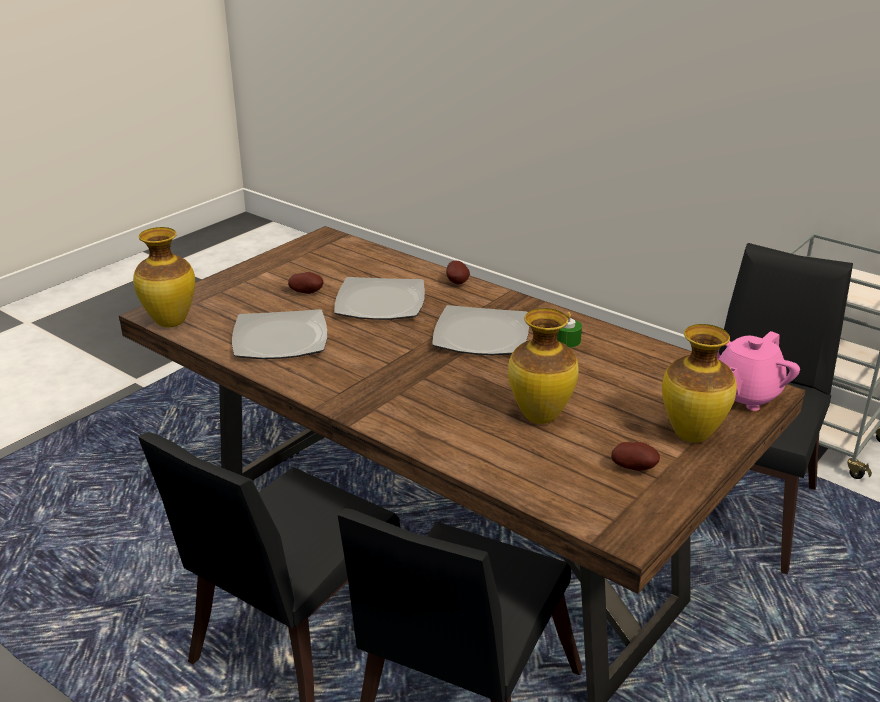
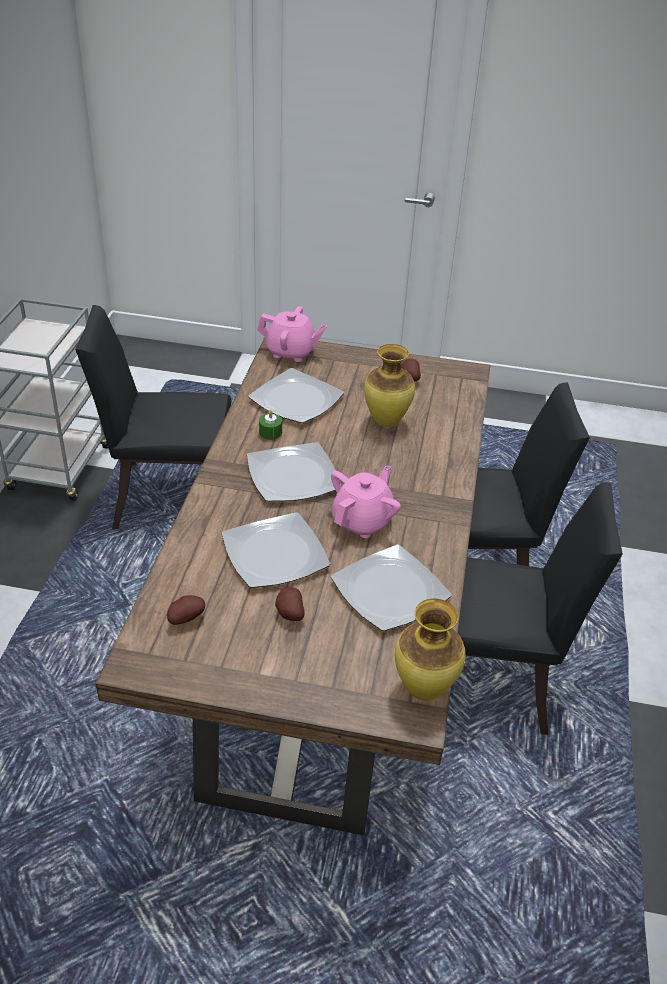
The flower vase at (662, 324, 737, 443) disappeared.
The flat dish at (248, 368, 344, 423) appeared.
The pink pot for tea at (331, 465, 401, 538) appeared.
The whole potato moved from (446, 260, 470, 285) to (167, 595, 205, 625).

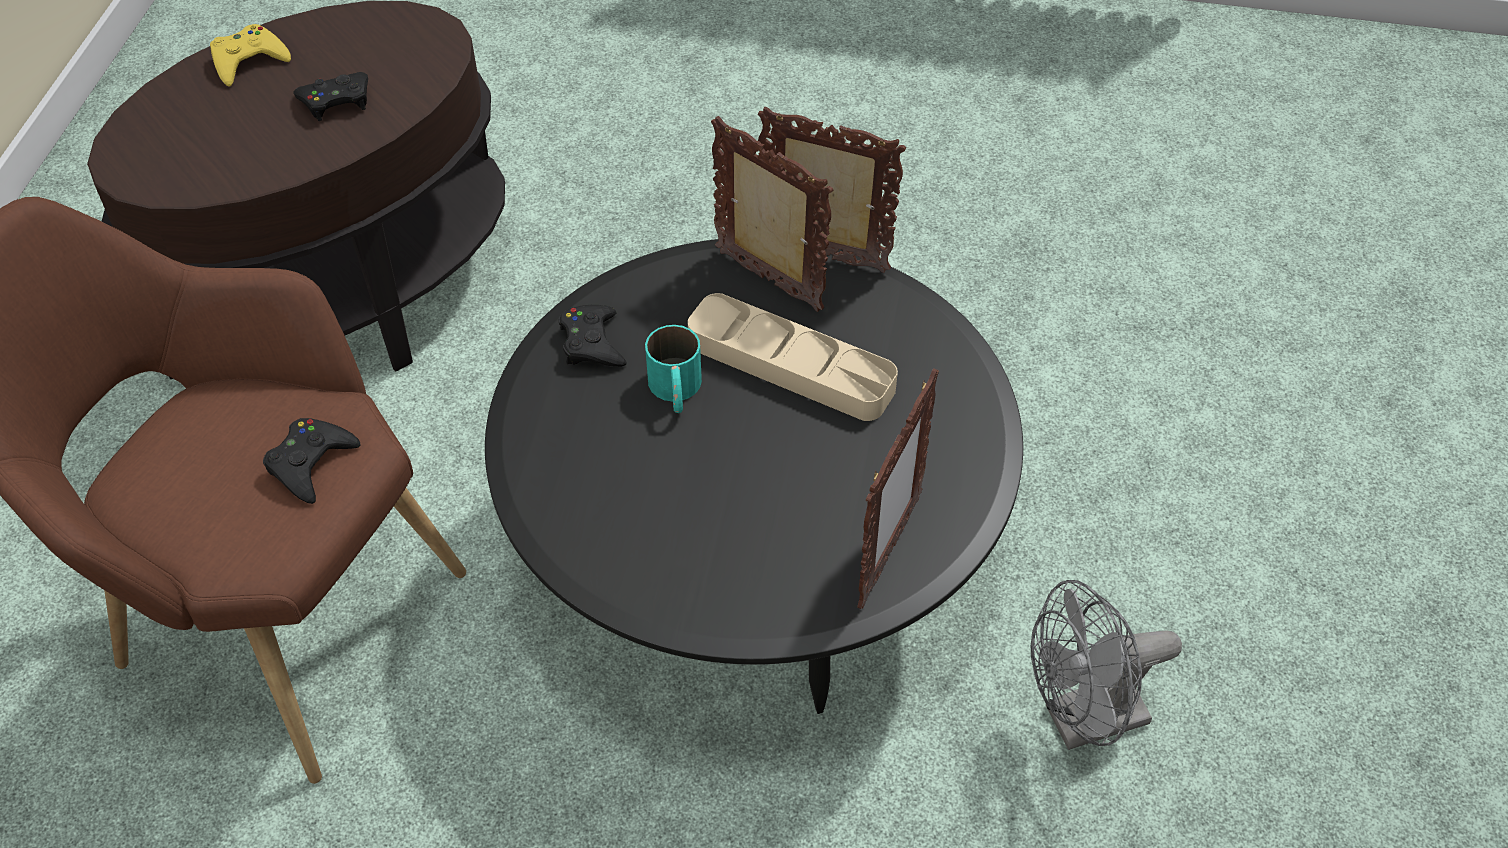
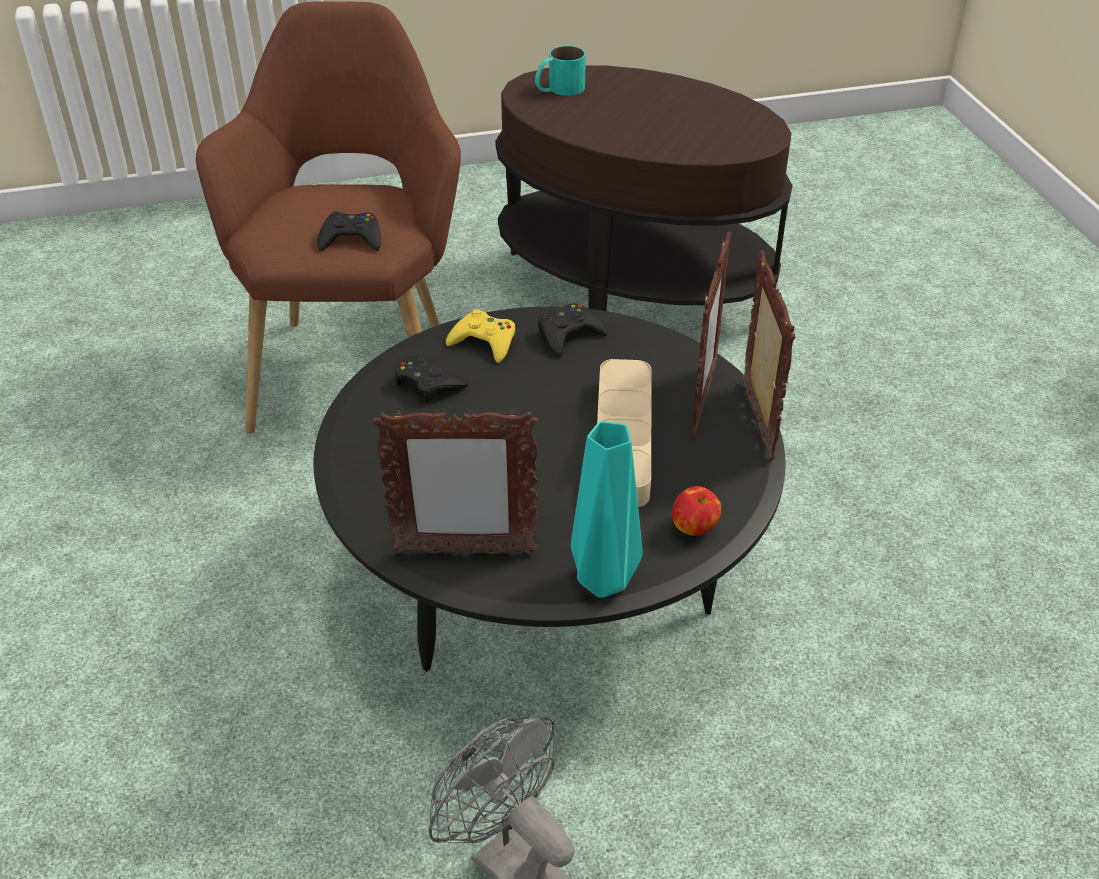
The turquoise-coloured flower vase at (571, 421, 643, 598) appeared.
The whole apple at (672, 486, 721, 536) appeared.
The yellow joypad moved from (210, 24, 291, 86) to (446, 309, 515, 363).
The blackish joypad moved from (293, 72, 368, 121) to (395, 355, 469, 403).
The turquoise-coloured tea mug moved from (645, 325, 702, 413) to (535, 46, 586, 96).

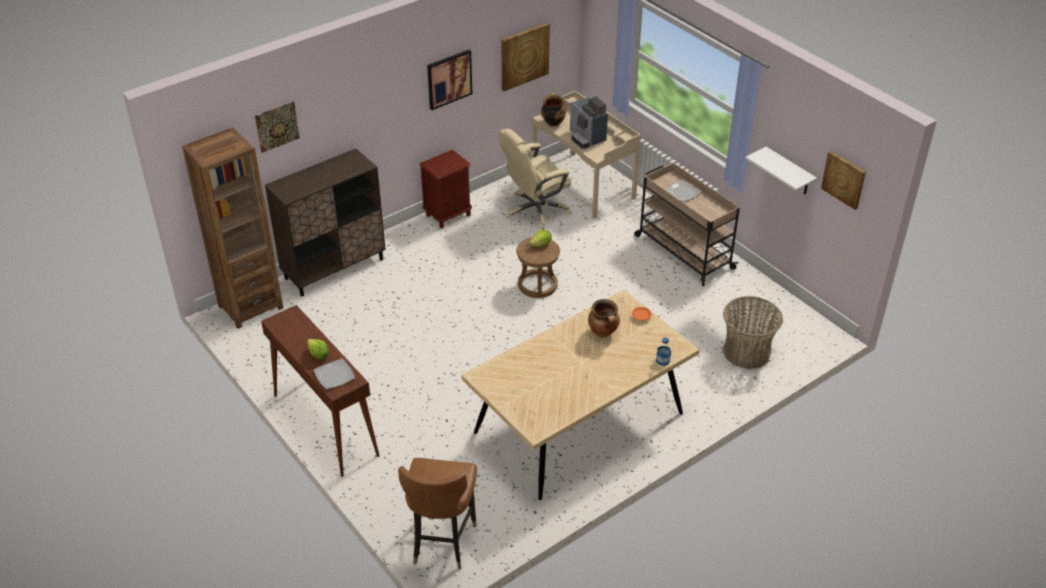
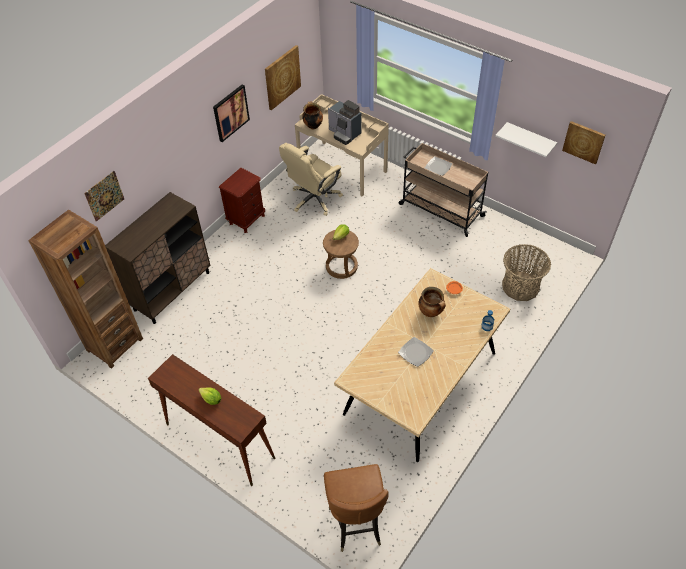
The flat dish moved from (314, 359, 355, 389) to (398, 337, 434, 367).

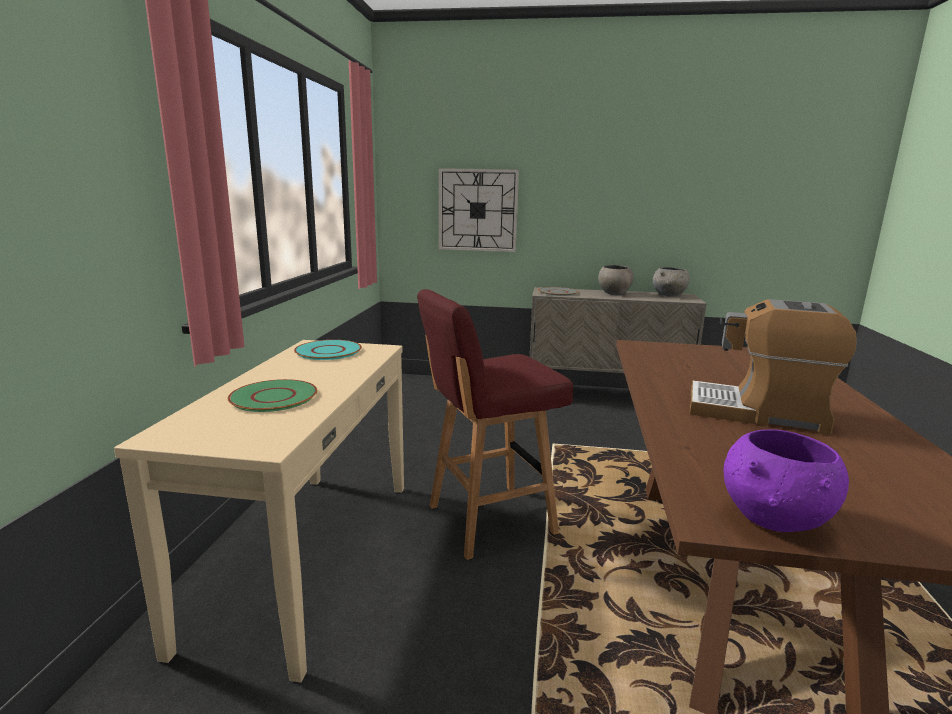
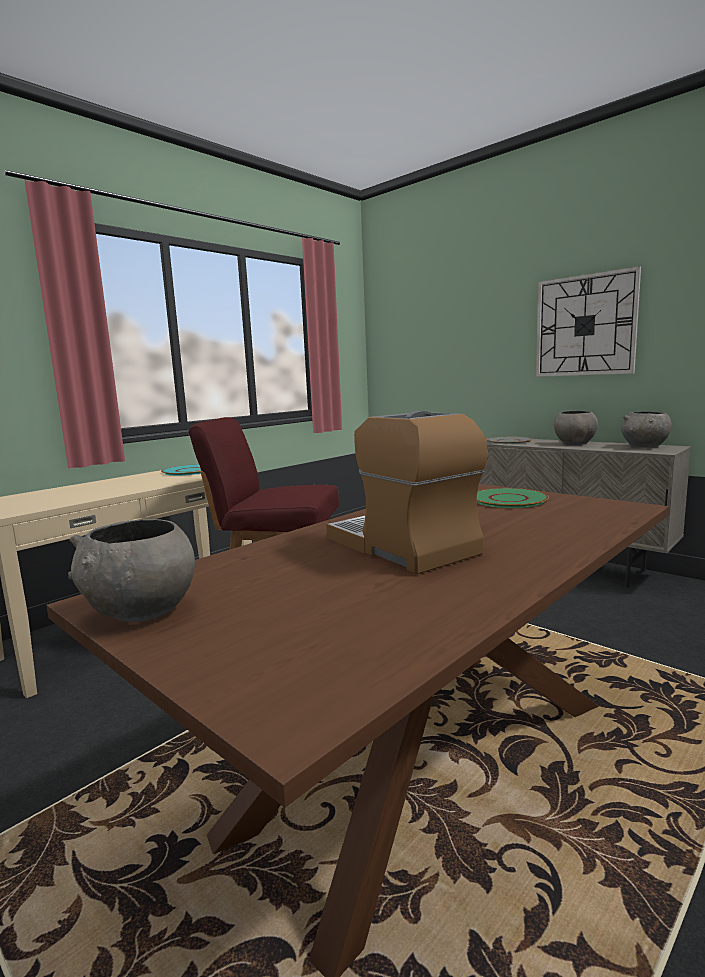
The green-coloured flat dish moved from (227, 379, 317, 412) to (477, 488, 549, 508).
The hanging clock moved from (439, 168, 519, 252) to (536, 266, 641, 377).
The purple-coloured serving bowl at (724, 429, 849, 532) became the greyish serving bowl at (68, 519, 195, 622).

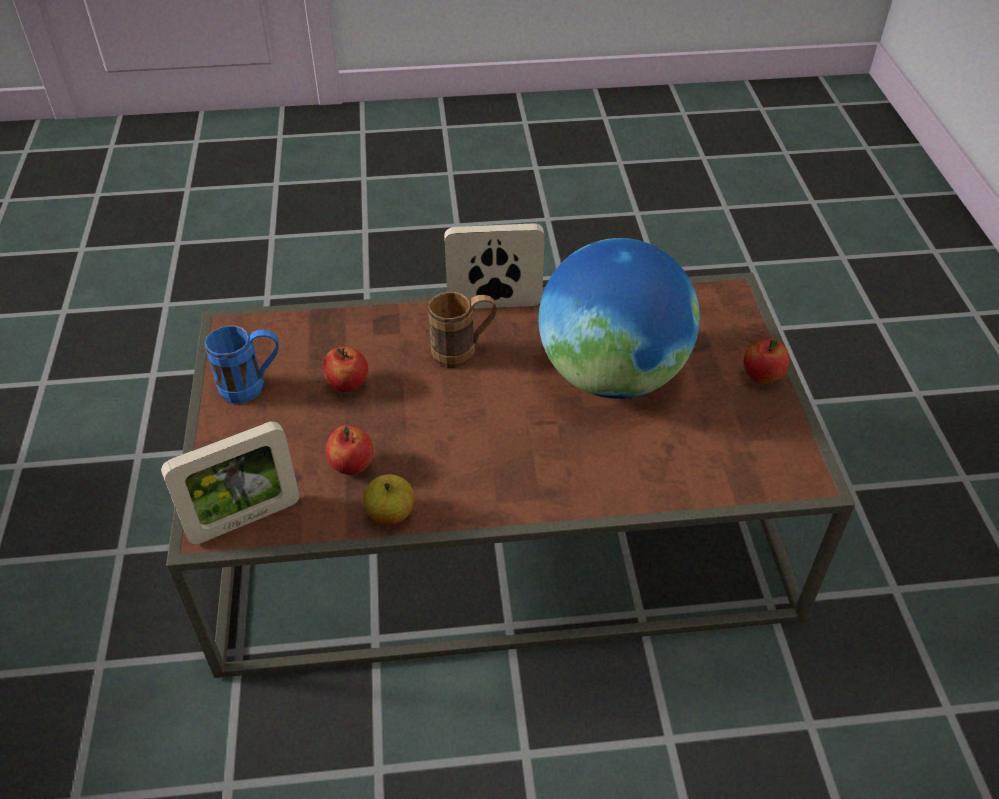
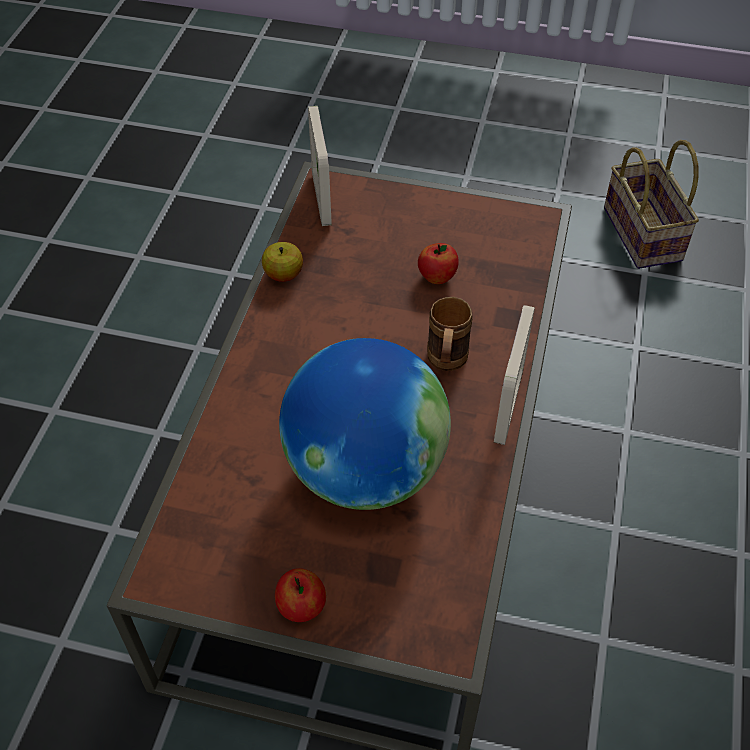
The blue-coloured tea mug at (204, 325, 279, 404) disappeared.
The whole apple at (326, 425, 374, 475) disappeared.
The household basket at (604, 140, 699, 269) appeared.

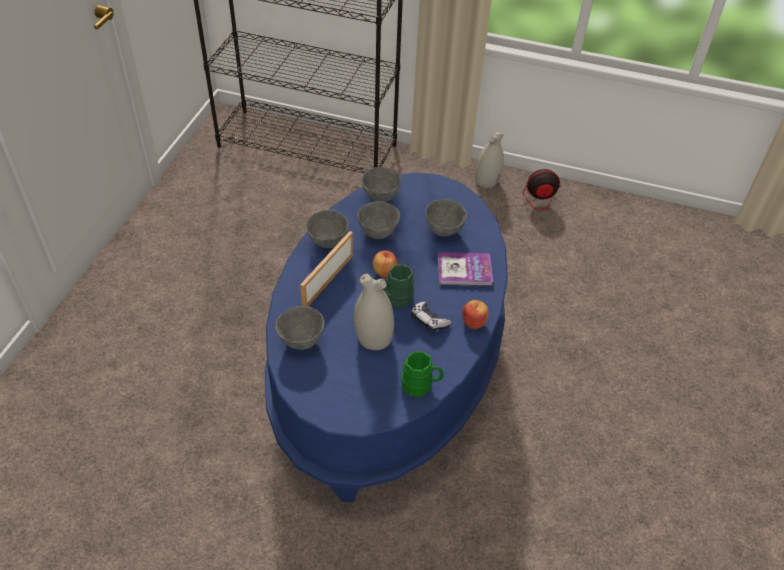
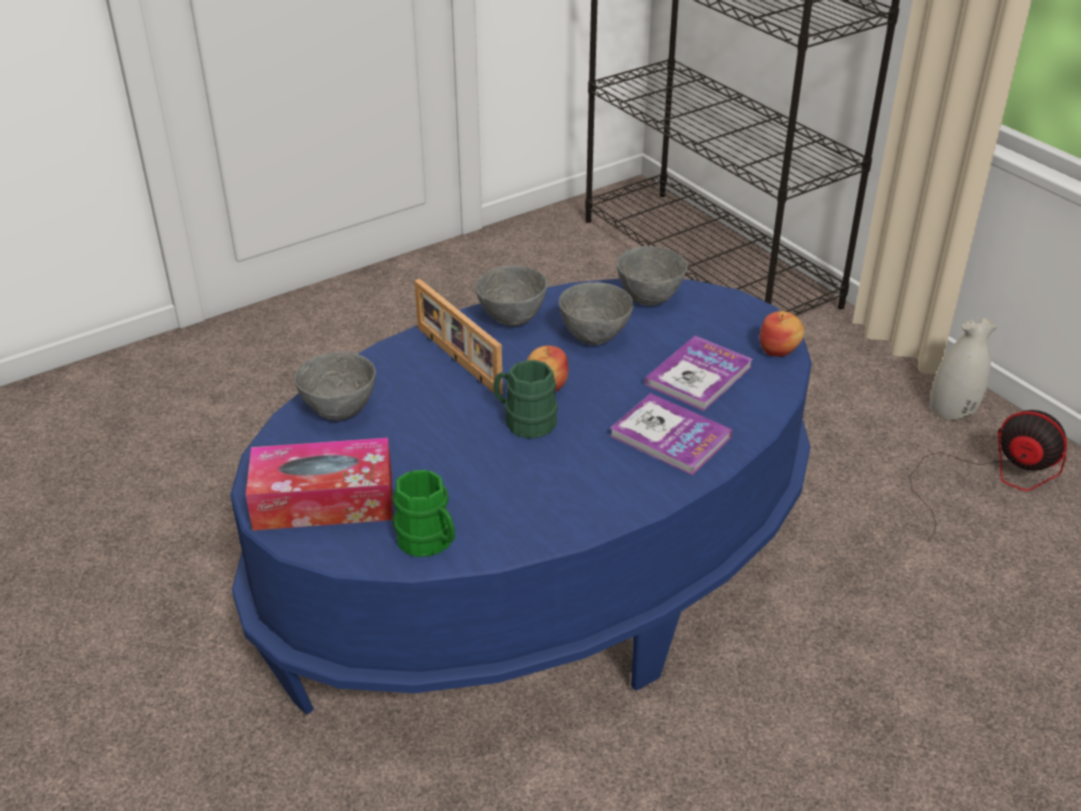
The white-coloured flower vase at (354, 274, 394, 350) disappeared.
The joypad at (411, 302, 451, 332) disappeared.
The tissue holder at (246, 438, 393, 531) appeared.
The whole apple moved from (462, 300, 489, 329) to (759, 311, 804, 357).
The greyish serving bowl at (425, 199, 467, 237) was replaced by the book at (645, 336, 752, 411).
The picture frame at (300, 231, 353, 307) turned 105 degrees counterclockwise.

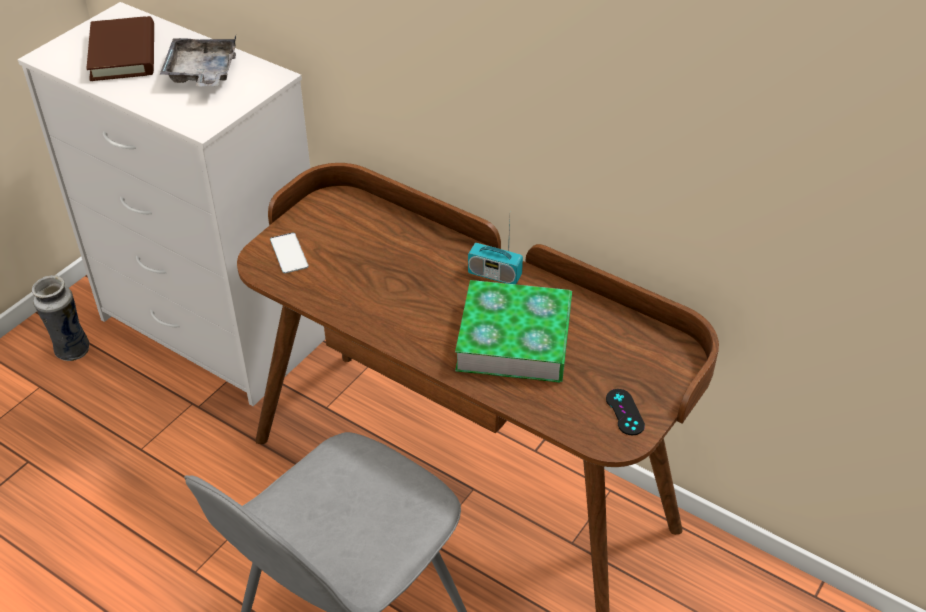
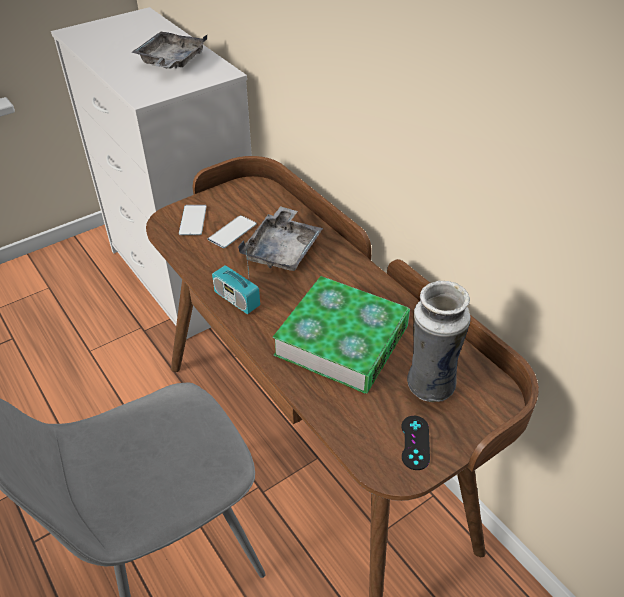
The brownish book at (86, 16, 154, 81) disappeared.
The handset at (208, 215, 256, 248) appeared.
The greyish serving tray at (238, 206, 323, 271) appeared.
The flower vase moved from (32, 275, 89, 361) to (407, 281, 471, 402).
The radio receiver moved from (468, 220, 523, 284) to (212, 247, 260, 314).

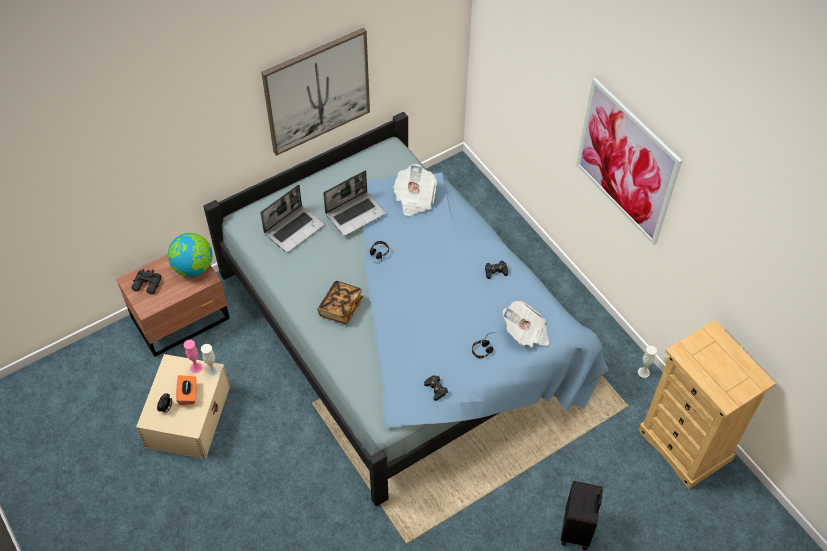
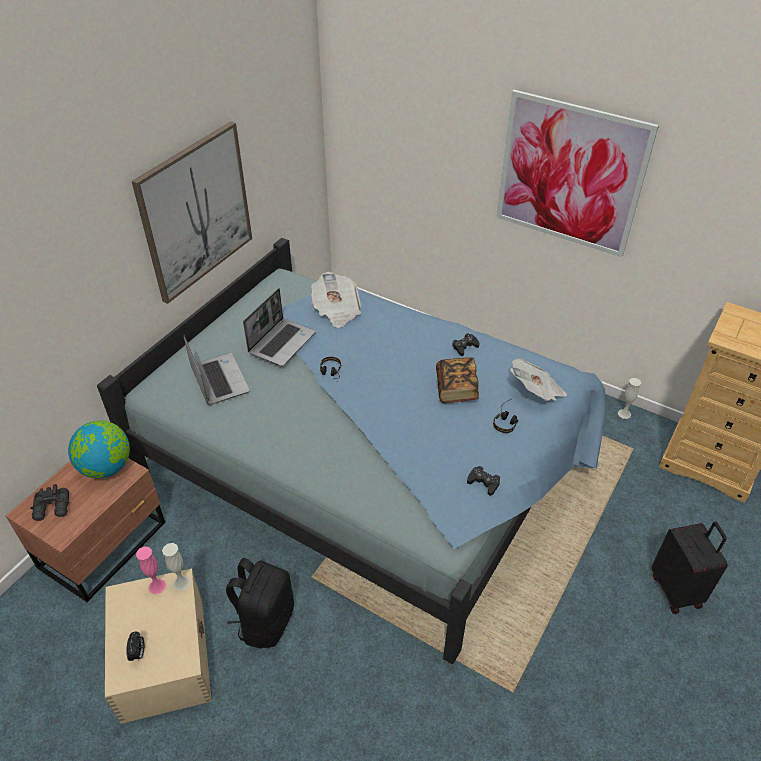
The orange-coloured tissue holder at (176, 375, 197, 405) disappeared.
The blackish knapsack at (226, 558, 294, 649) appeared.
The book moved from (318, 281, 363, 324) to (436, 357, 479, 403).
The notebook computer at (260, 184, 324, 253) turned 45 degrees counterclockwise.

